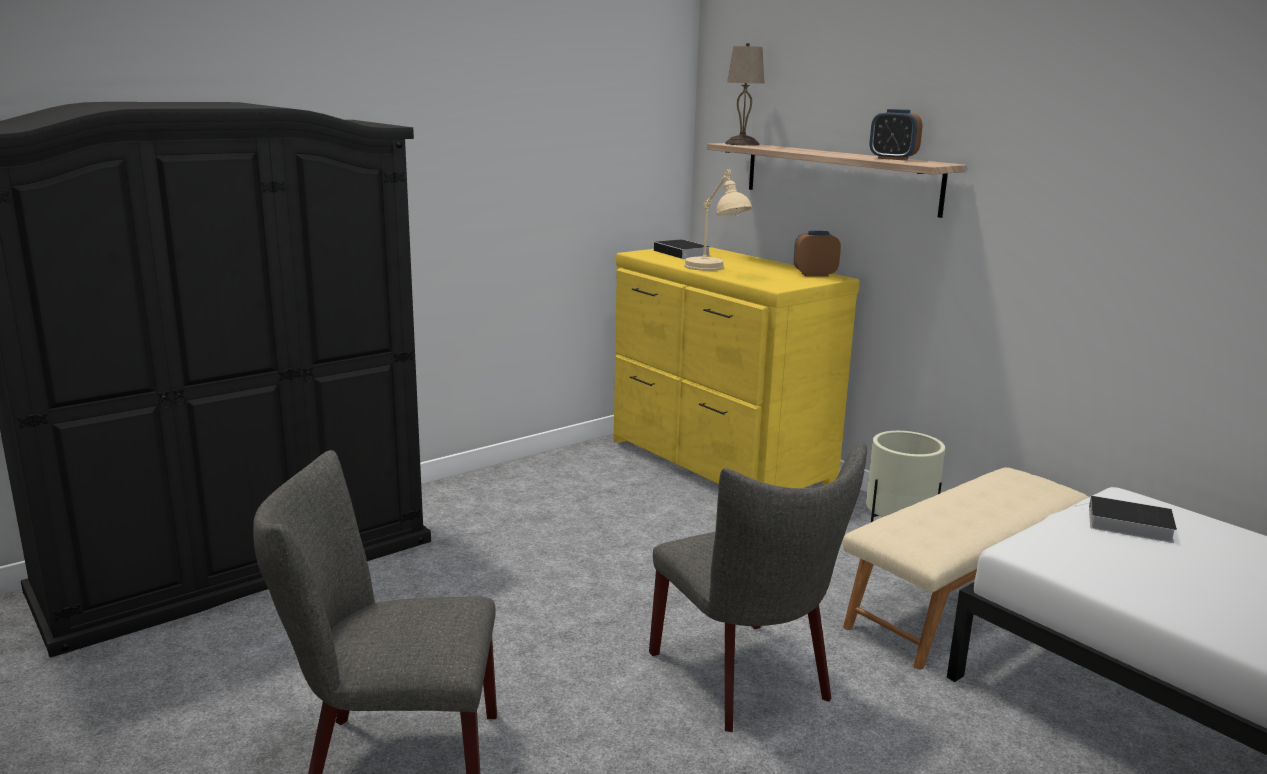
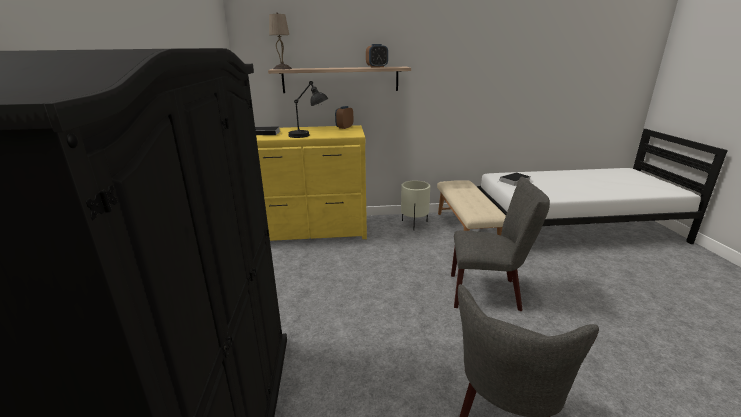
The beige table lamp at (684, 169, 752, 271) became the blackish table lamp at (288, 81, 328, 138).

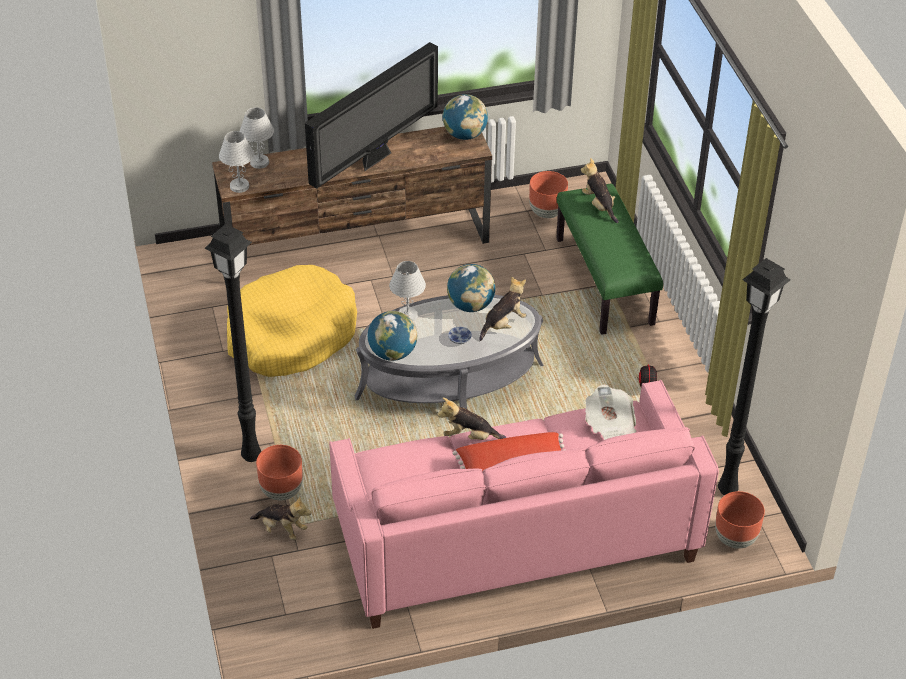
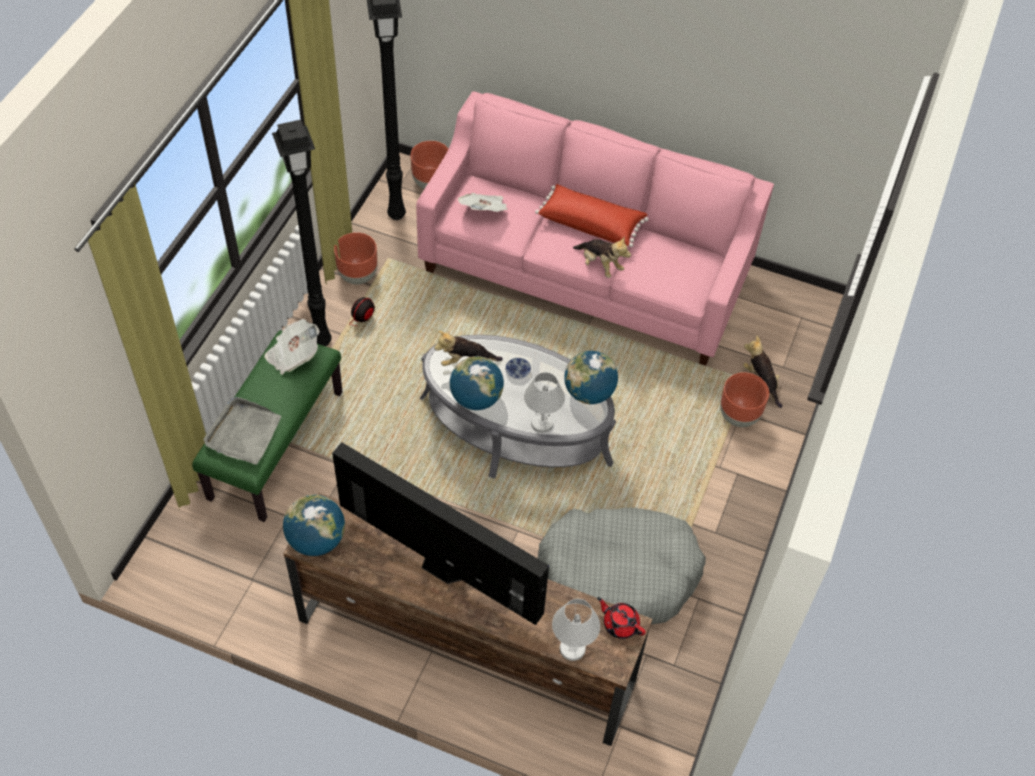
The newspaper at (265, 319, 320, 375) appeared.
The blackish standing lamp moved from (205, 224, 261, 462) to (272, 120, 332, 346).
The brownish plant pot moved from (529, 171, 568, 218) to (334, 232, 378, 284).
The white-coloured table lamp at (219, 131, 254, 193) was replaced by the red-coloured pot for tea at (597, 597, 646, 639).
The soft toy at (581, 158, 619, 223) was replaced by the greyish serving tray at (204, 397, 281, 465).
The yellow pet bed at (227, 265, 357, 377) became the greyish pet bed at (538, 508, 706, 625).
The TV at (305, 42, 438, 189) turned 45 degrees clockwise.

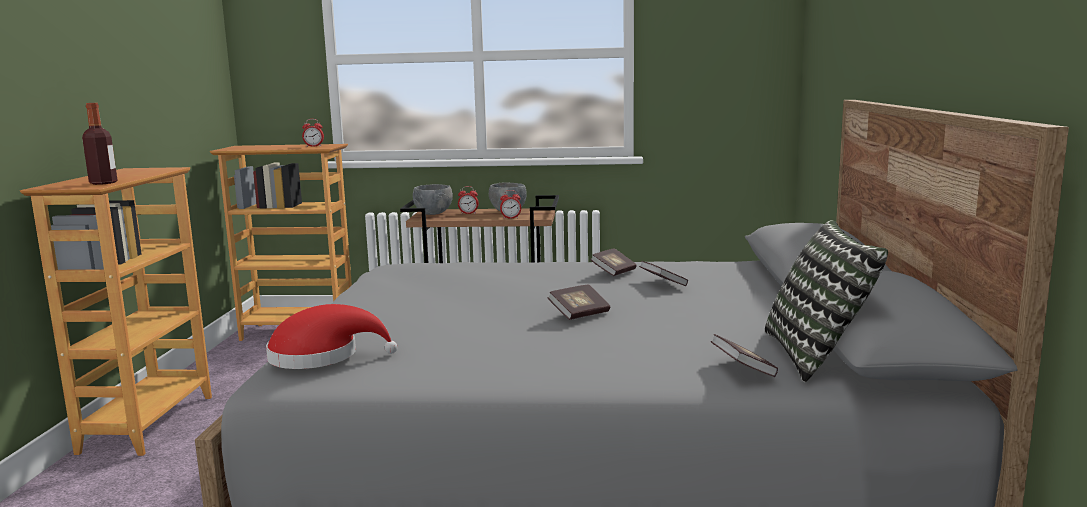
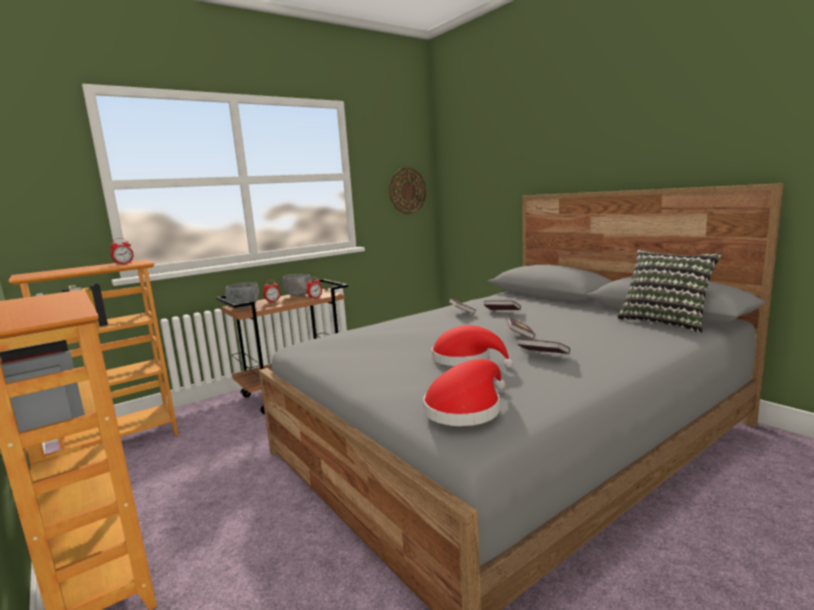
The beverage bottle at (82, 103, 117, 185) disappeared.
The hanging clock at (389, 168, 426, 214) appeared.
The red-coloured hat at (432, 325, 513, 368) appeared.
The book moved from (711, 334, 778, 377) to (517, 339, 570, 354).

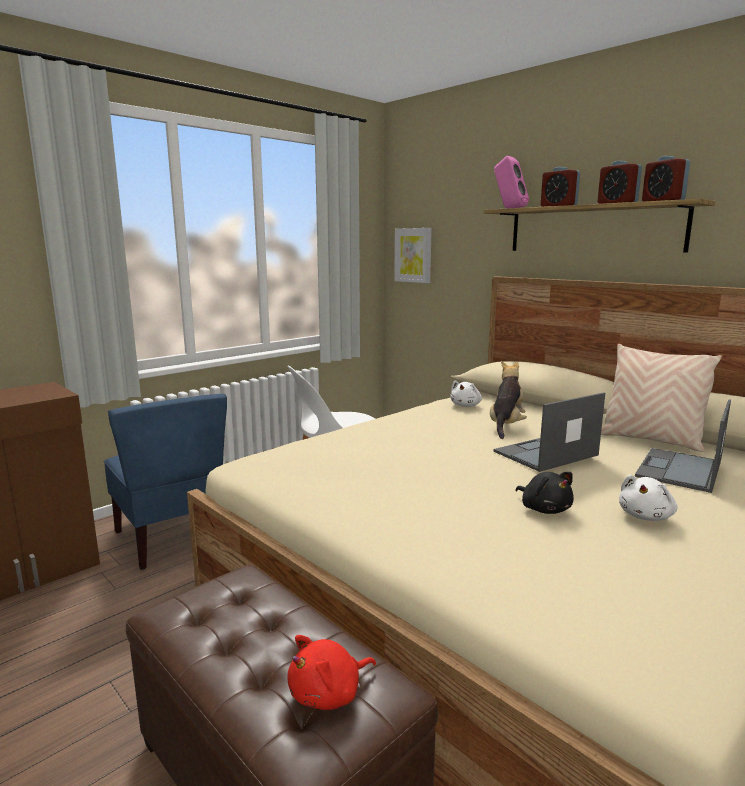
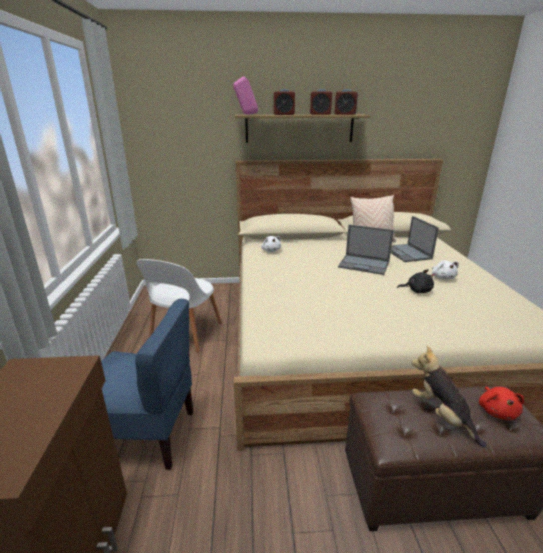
The wall art at (394, 228, 432, 283) disappeared.
The soft toy moved from (490, 361, 527, 439) to (411, 345, 486, 447).
The notebook computer at (494, 392, 605, 472) turned 75 degrees counterclockwise.

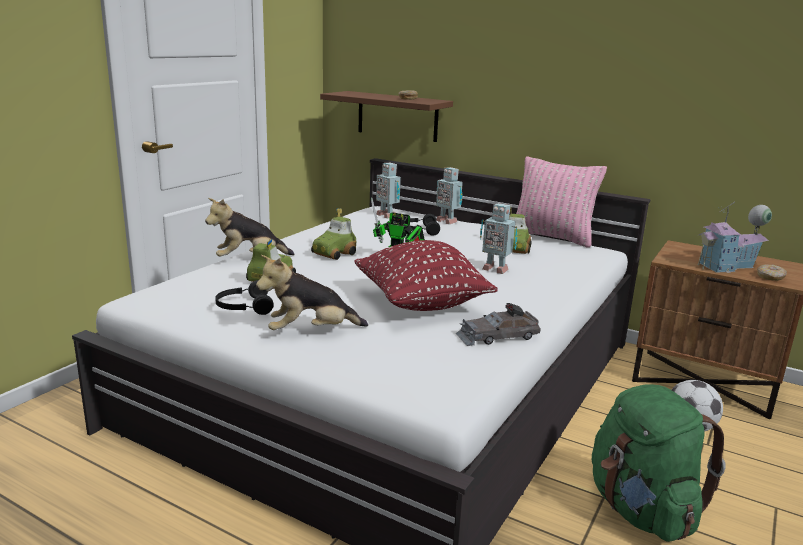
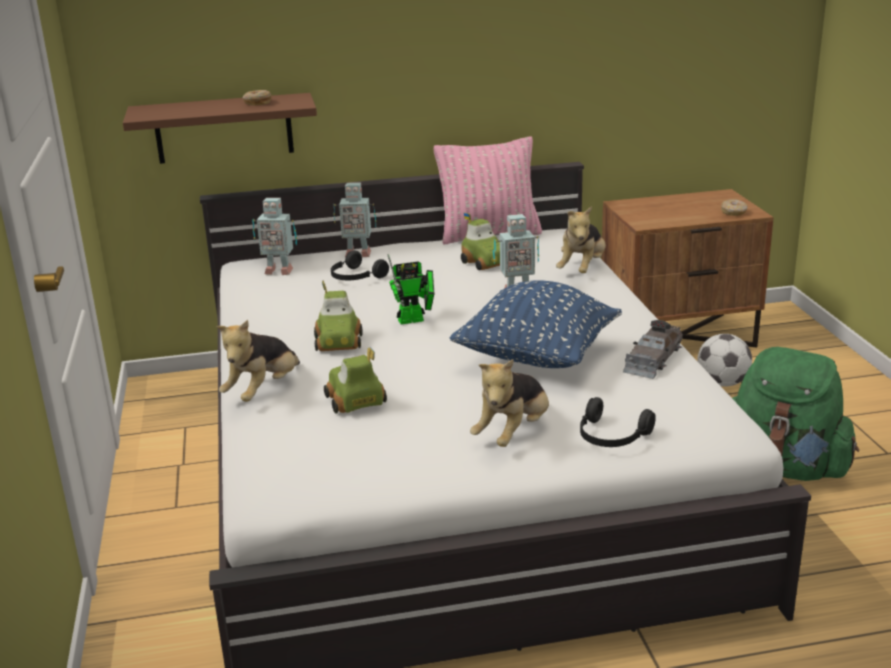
The toy house at (698, 202, 772, 273) disappeared.
The soft toy at (556, 206, 606, 273) appeared.
The blackish headphones moved from (215, 280, 274, 315) to (580, 397, 656, 447).
The red-coloured cushion at (354, 240, 498, 311) became the blue-coloured cushion at (450, 280, 622, 368).

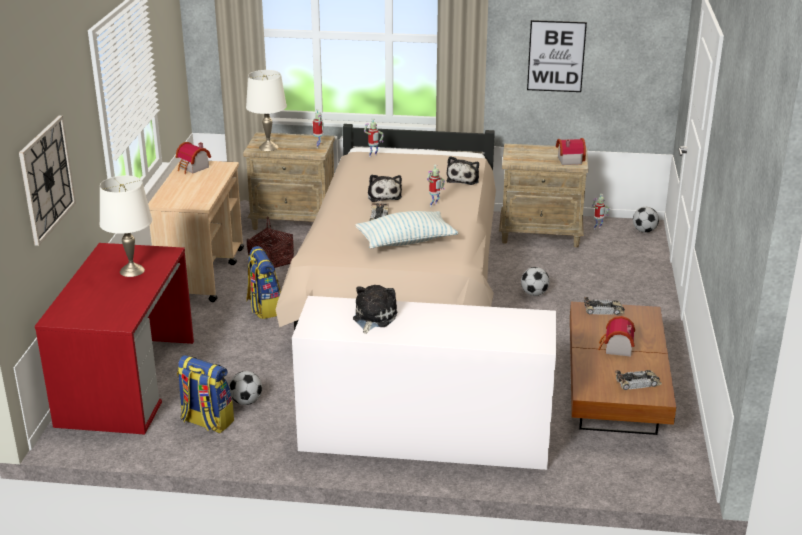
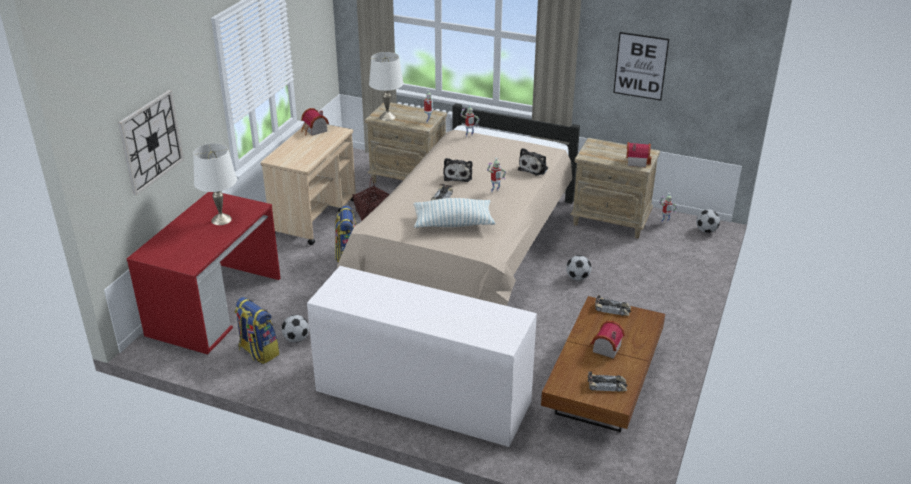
The soft toy at (353, 285, 397, 334) disappeared.

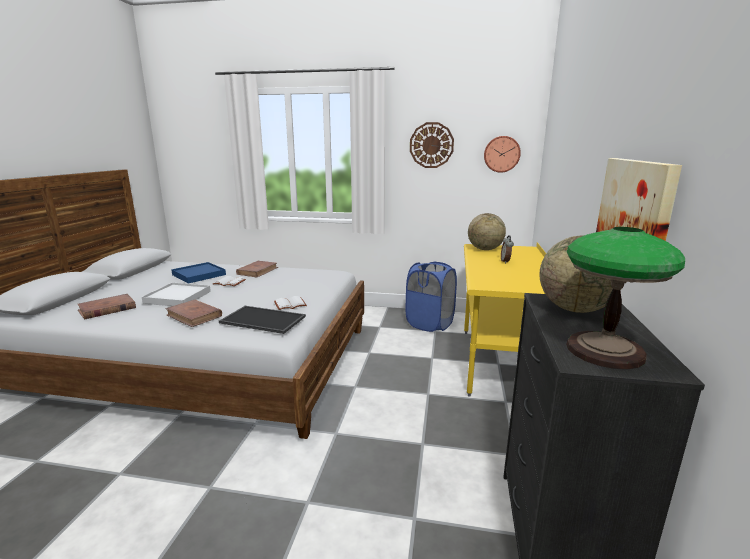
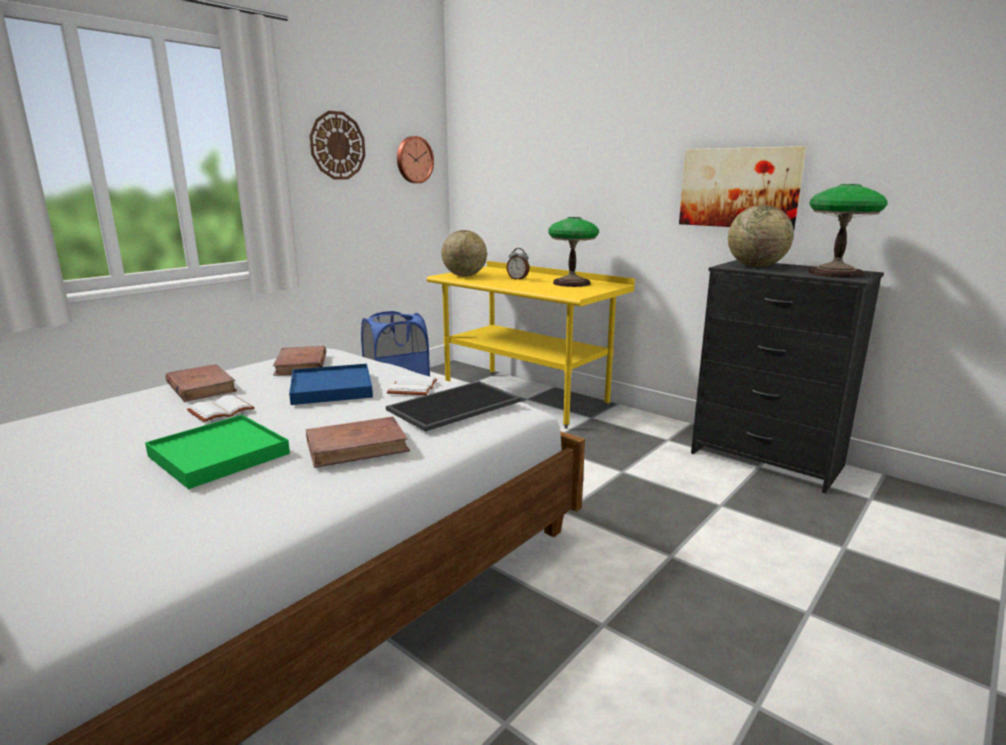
The table lamp at (548, 217, 599, 287) appeared.
The brownish book moved from (78, 294, 136, 320) to (273, 346, 326, 376).
The blue-coloured serving tray moved from (171, 262, 226, 284) to (289, 364, 373, 405).
The white-coloured serving tray at (142, 283, 211, 306) became the green-coloured serving tray at (145, 415, 290, 489).

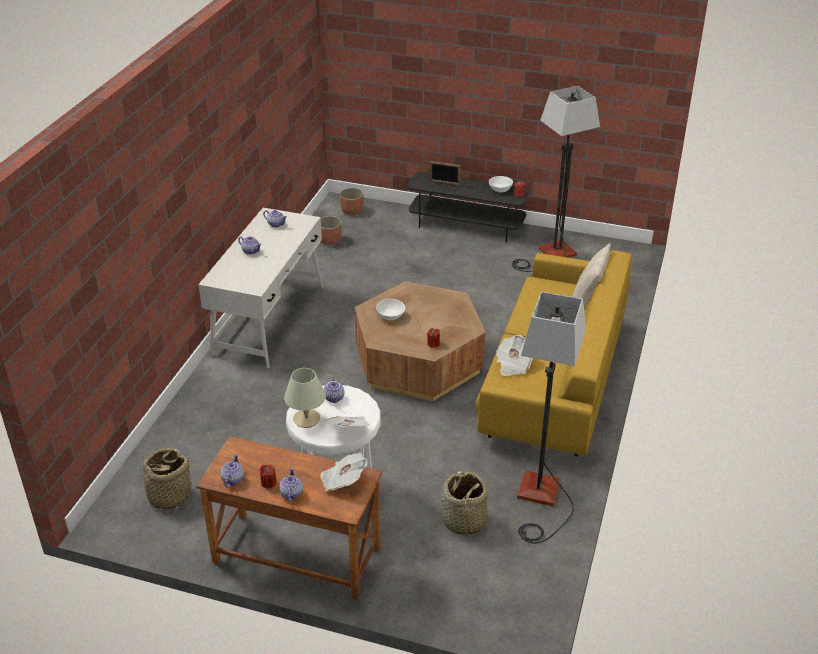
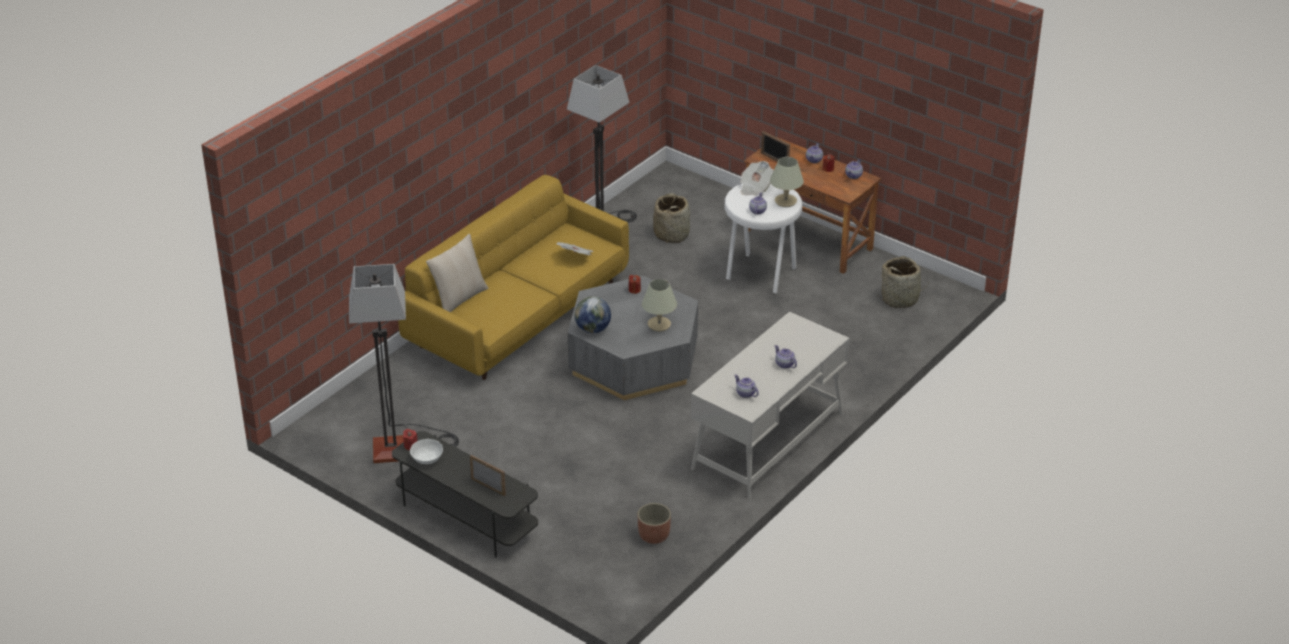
The plant pot at (340, 188, 364, 216) disappeared.
The world globe at (575, 297, 611, 334) appeared.
The newspaper at (320, 453, 367, 491) was replaced by the picture frame at (761, 131, 790, 162).
The white-coloured serving bowl at (376, 299, 405, 320) was replaced by the beige table lamp at (642, 279, 677, 332).
The brownish lounge table at (355, 282, 486, 401) became the greyish lounge table at (568, 276, 698, 400).

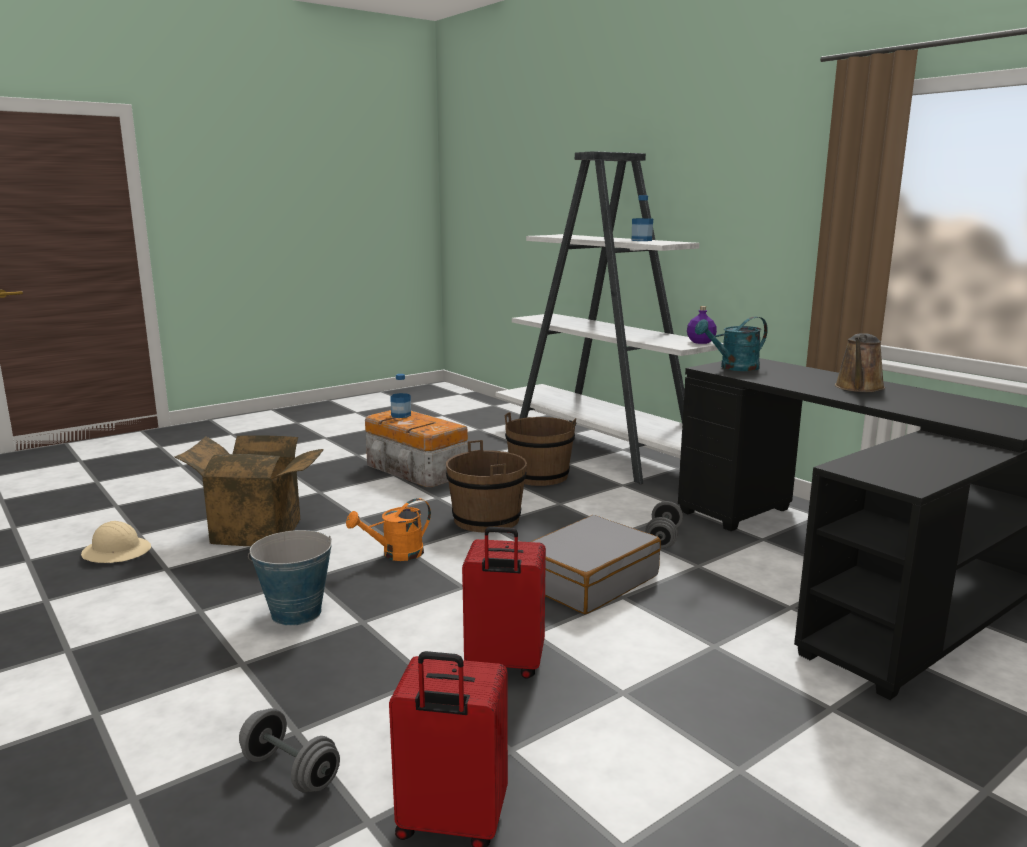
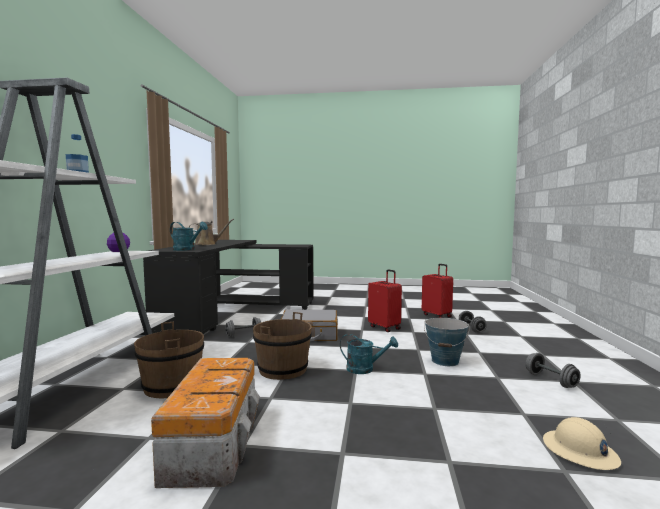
The packing box at (174, 435, 324, 546) disappeared.
The beverage bottle at (390, 374, 411, 418) disappeared.
The greyish dumbbell at (525, 353, 581, 388) appeared.
The orange-coloured watering pot at (346, 498, 431, 561) became the turquoise-coloured watering pot at (340, 334, 398, 374).

